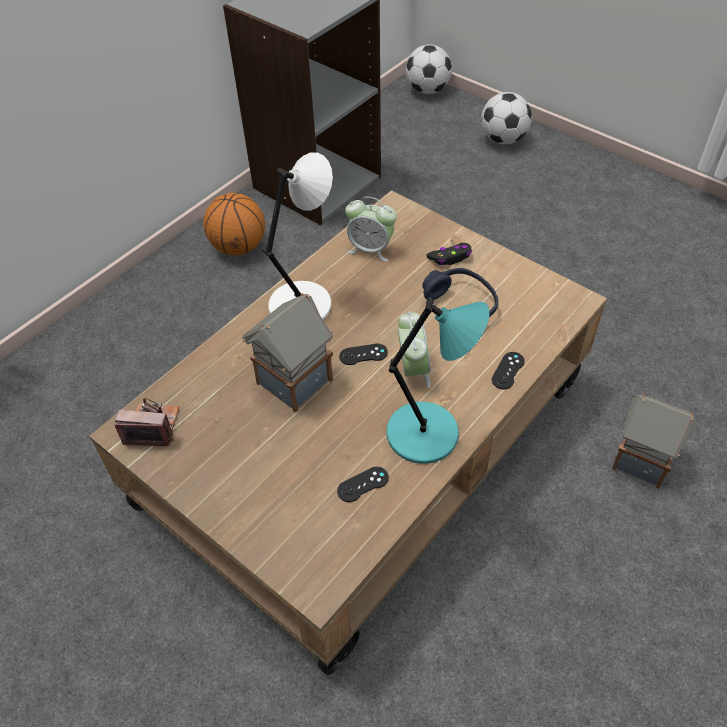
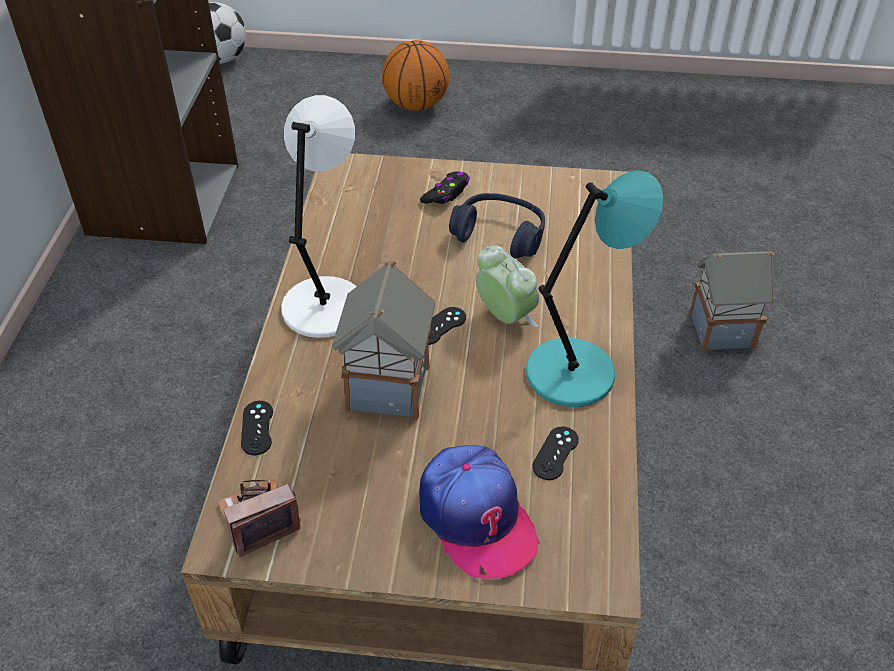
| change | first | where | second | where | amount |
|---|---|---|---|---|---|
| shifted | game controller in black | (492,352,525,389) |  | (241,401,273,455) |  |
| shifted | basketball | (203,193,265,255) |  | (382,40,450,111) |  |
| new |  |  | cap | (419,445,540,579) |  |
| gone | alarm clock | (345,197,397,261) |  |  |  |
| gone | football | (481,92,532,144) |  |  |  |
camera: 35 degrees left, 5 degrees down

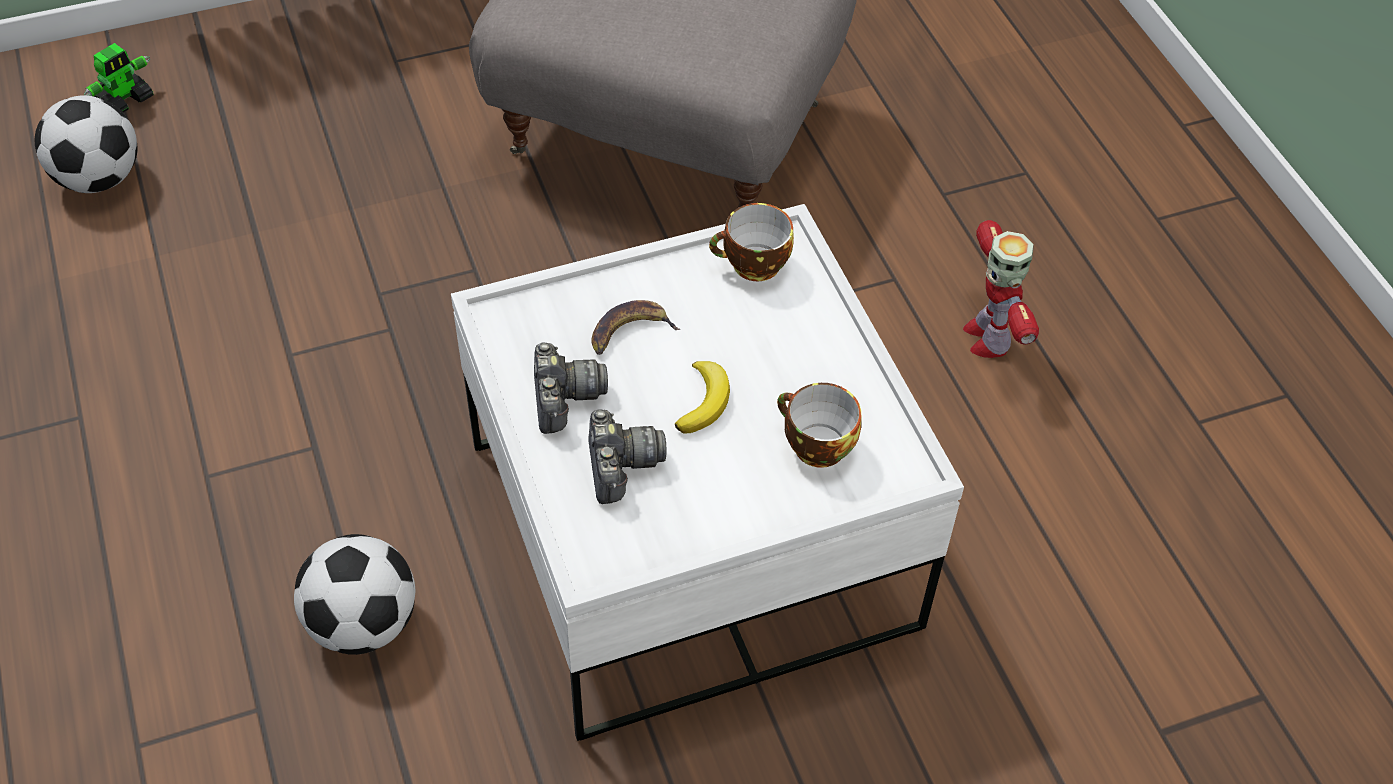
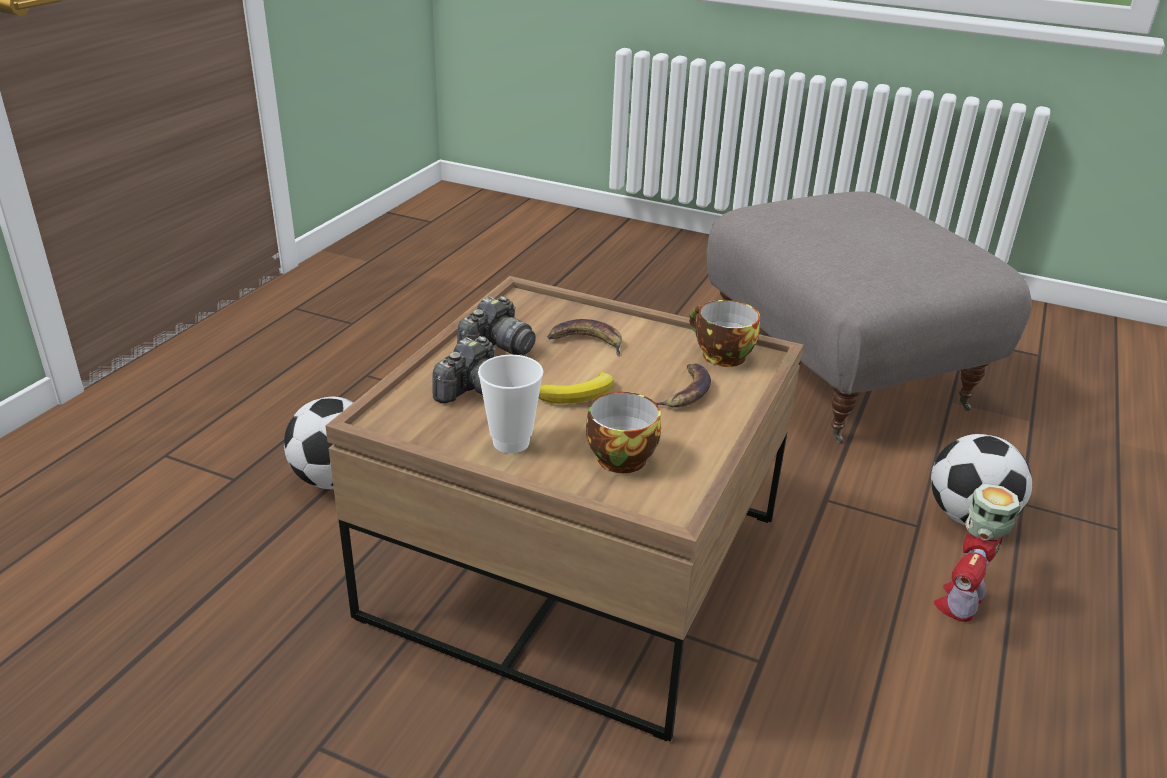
| change | first | where | second | where | amount |
|---|---|---|---|---|---|
| repainted | coffee table in white | (451,204,964,741) | coffee table in brown | (326,276,803,741) |  |
| new |  |  | cup | (478,354,544,453) |  |
| new |  |  | banana | (656,363,711,408) |  |
| shifted | football | (34,95,138,193) |  | (931,434,1032,525) |  |
| gone | toy robot | (84,43,154,113) |  |  |  |
camera: 45 degrees right, 20 degrees down

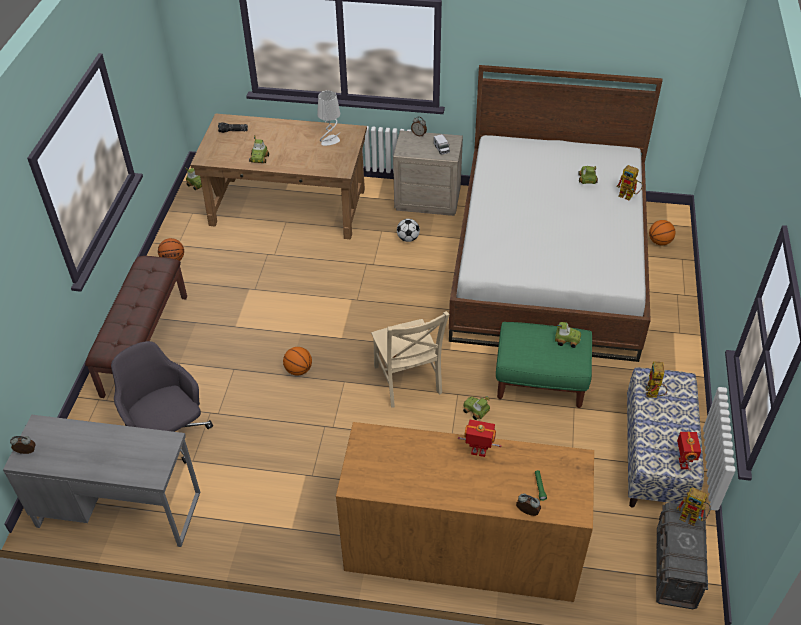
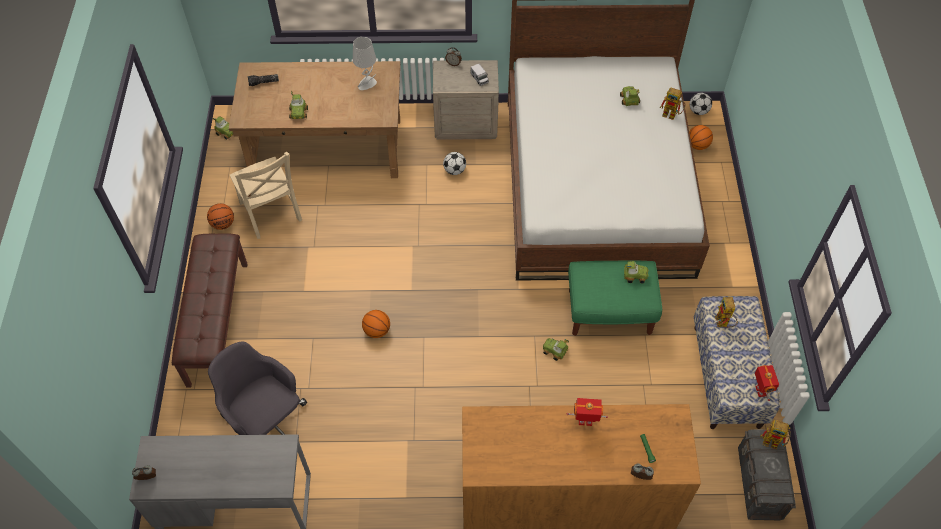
| change | first | where | second | where | amount |
|---|---|---|---|---|---|
| shifted | chair in beige | (371,311,449,408) |  | (230,152,302,239) |  |
| new |  |  | football | (690,93,712,115) |  |
camera: 10 degrees left, 10 degrees up

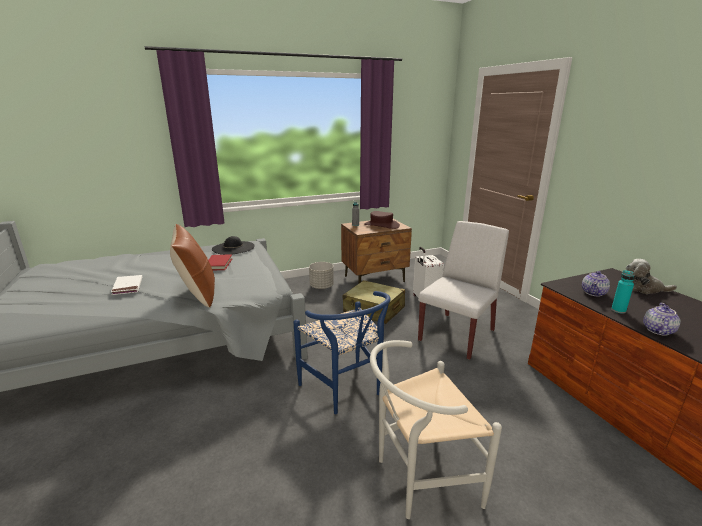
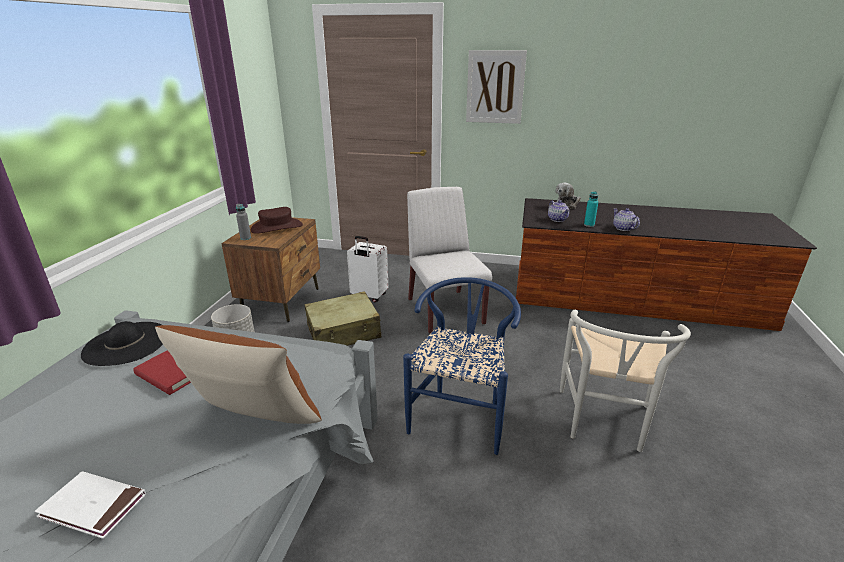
| change | first | where | second | where | amount |
|---|---|---|---|---|---|
| rotated | chair in blue | (293,291,391,414) |  | (403,277,521,455) | 75 degrees counterclockwise |
| new |  |  | picture | (466,50,527,124) |  |
camera: 55 degrees left, 5 degrees up

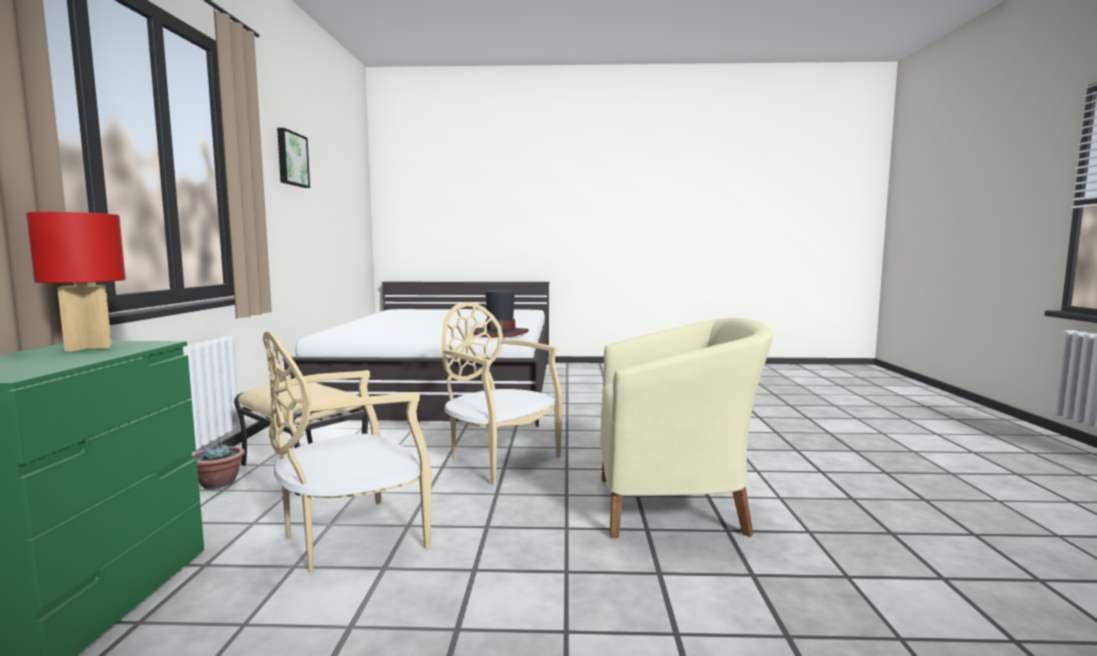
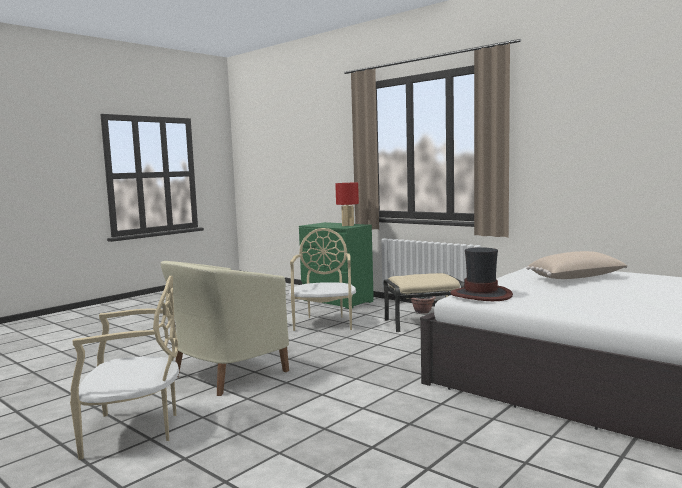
| change | first | where | second | where | amount |
|---|---|---|---|---|---|
| shifted | chair in beige | (442,302,563,485) |  | (70,276,179,460) |  |
| new |  |  | pillow in beige | (526,251,628,279) |  |
| gone | picture | (277,128,310,188) |  |  |  |
camera: 130 degrees right, 0 degrees up

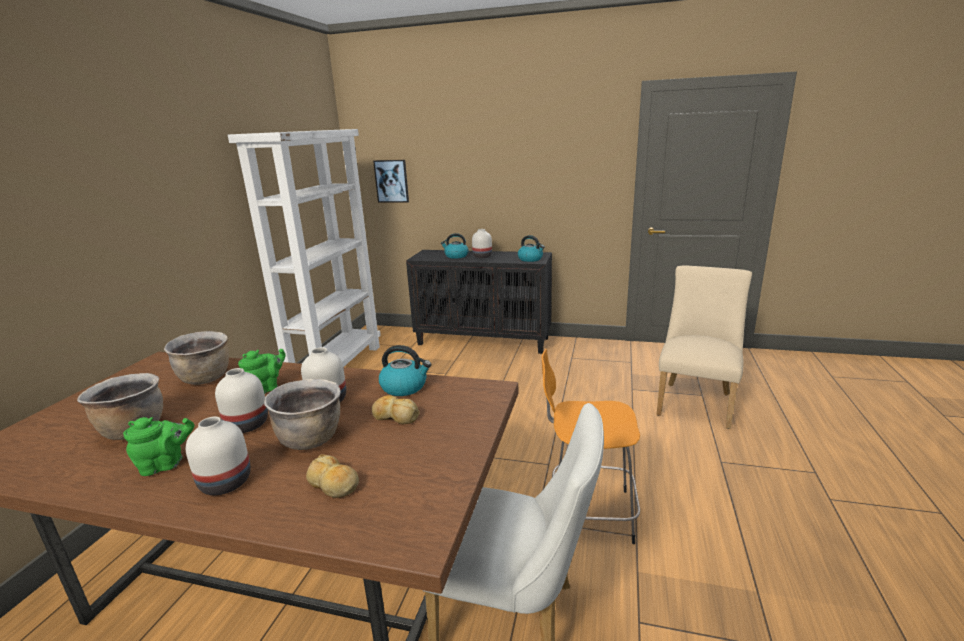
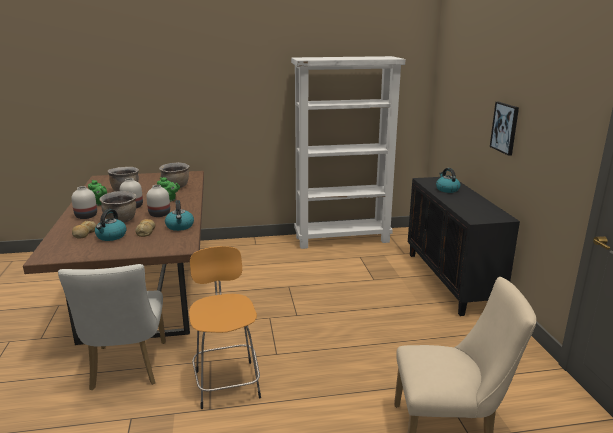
| change | first | where | second | where | amount |
|---|---|---|---|---|---|
| shifted | kettle | (518,235,545,262) |  | (95,209,127,241) |  |
| shifted | picture | (373,160,409,203) |  | (490,102,519,156) |  |
| gone | vase in white | (472,229,492,258) |  |  |  |
camera: 65 degrees right, 0 degrees up

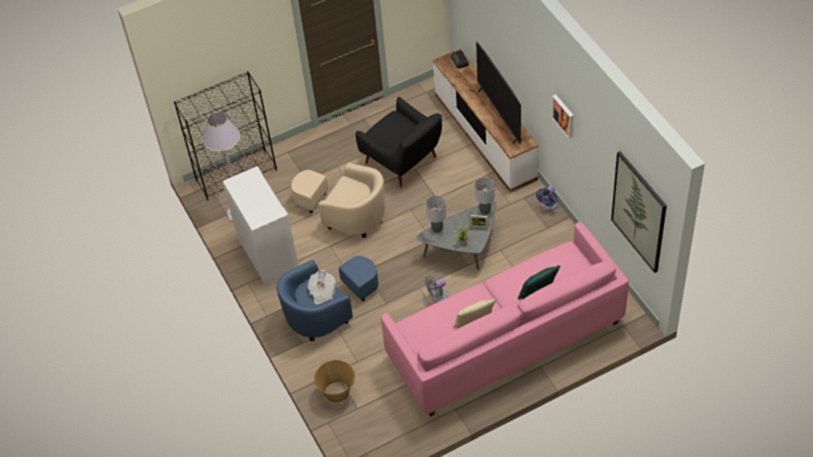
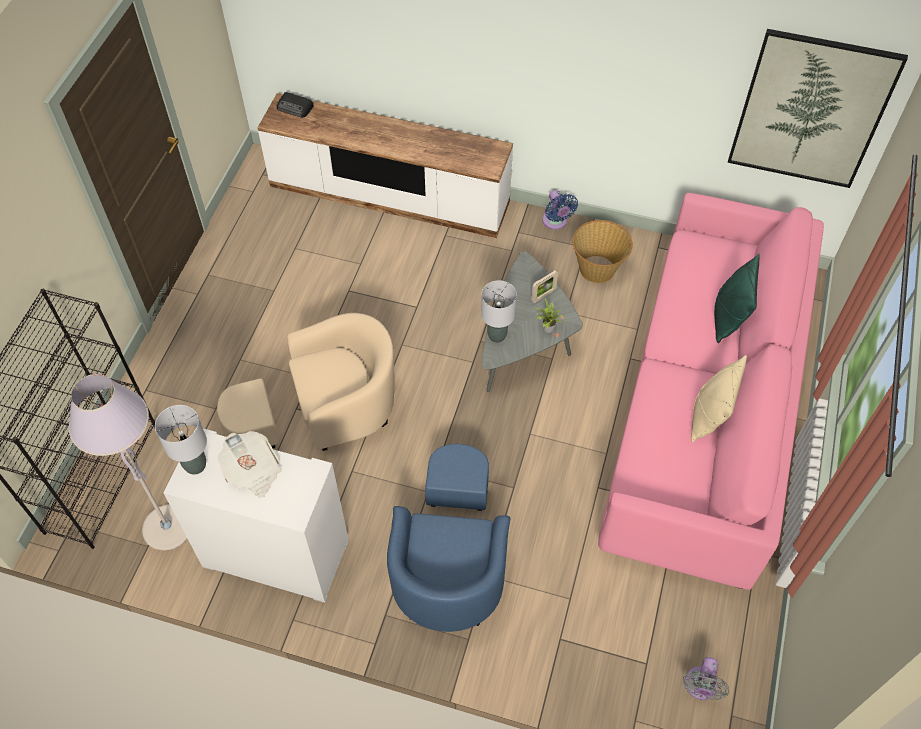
| change | first | where | second | where | amount |
|---|---|---|---|---|---|
| shifted | table lamp in grey | (475,177,495,214) |  | (155,405,207,475) |  |
| shifted | newspaper | (307,270,336,304) |  | (217,431,282,498) |  |
| shifted | basket | (314,360,355,403) |  | (573,220,633,283) |  |
| shifted | fan in grey | (425,276,448,303) |  | (683,657,729,700) |  |
| gone | armchair in black | (356,97,442,187) |  |  |  |
| gone | television | (476,42,523,144) |  |  |  |
| gone | picture | (552,94,574,139) |  |  |  |
camera: 50 degrees left, 5 degrees up

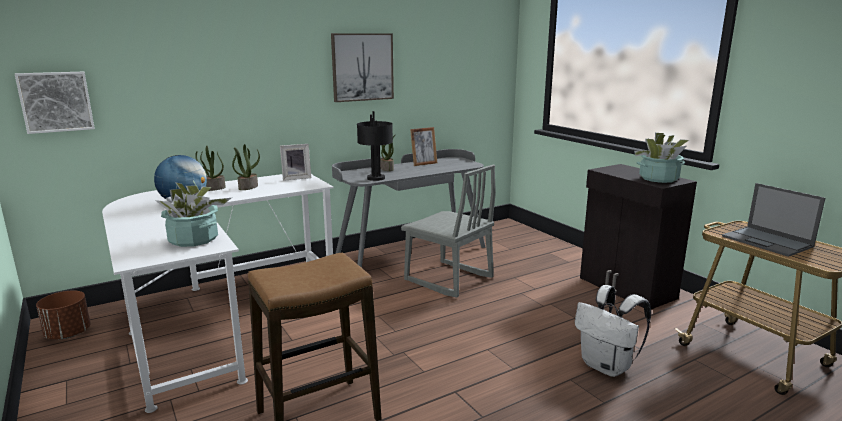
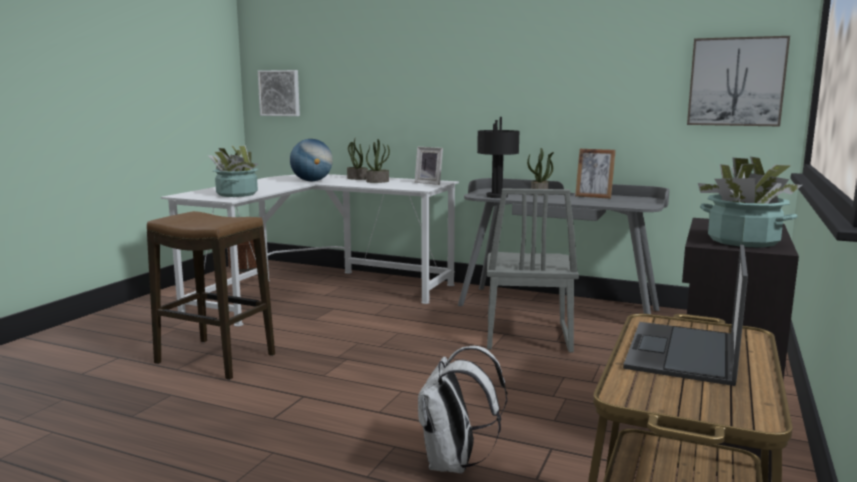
| change | first | where | second | where | amount |
|---|---|---|---|---|---|
| shifted | picture | (331,33,394,102) |  | (687,36,790,126) |  |
camera: 55 degrees right, 5 degrees down

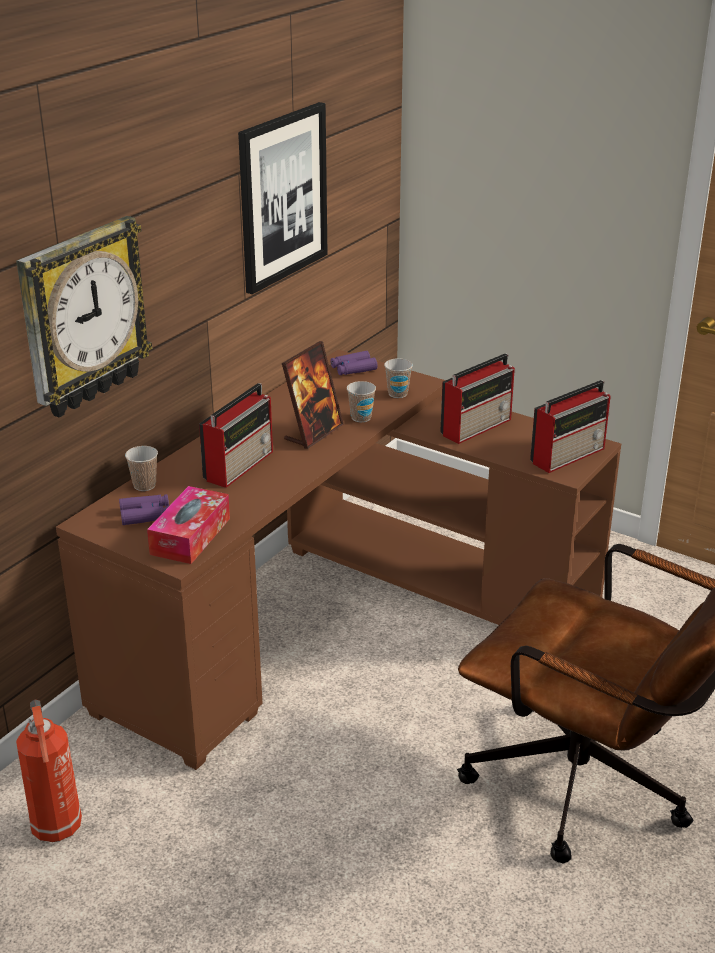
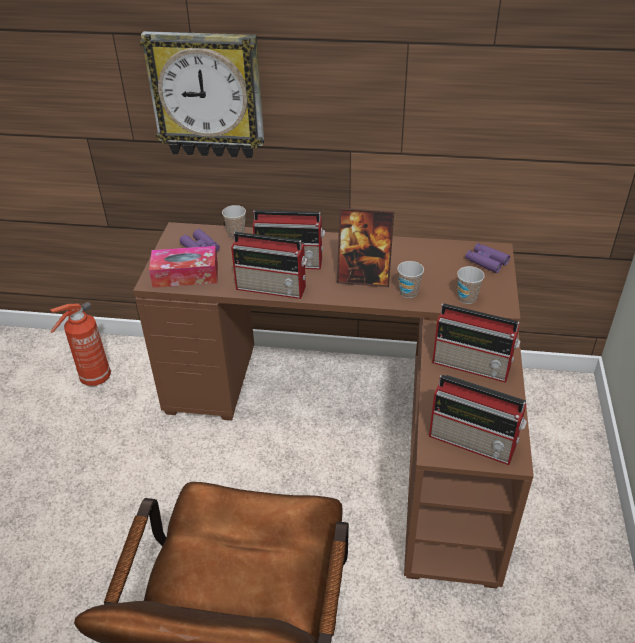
| change | first | where | second | where | amount |
|---|---|---|---|---|---|
| new |  |  | radio | (231,232,308,299) |  |
| gone | picture | (238,102,328,294) |  |  |  |
camera: 65 degrees right, 10 degrees up

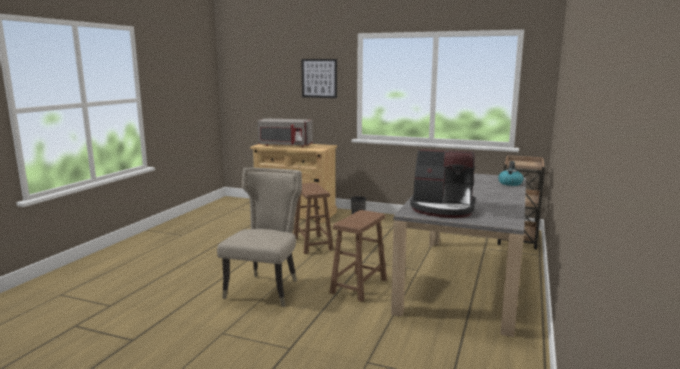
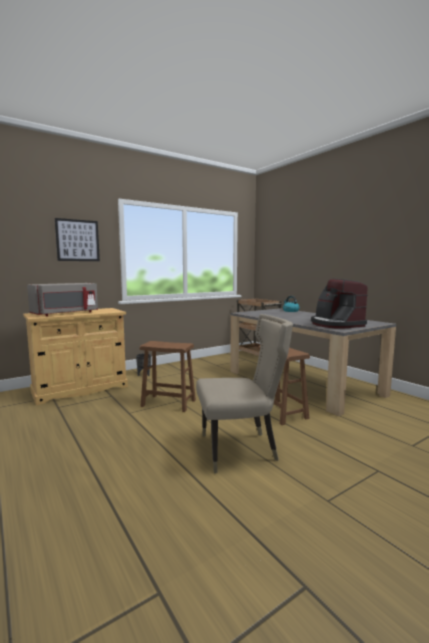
| change | first | where | second | where | amount |
|---|---|---|---|---|---|
| rotated | chair in beige | (217,168,302,307) |  | (196,314,293,474) | 120 degrees clockwise |
| rotated | coffee machine | (410,149,475,218) |  | (311,279,368,328) | 105 degrees clockwise |
camera: 55 degrees left, 5 degrees down

